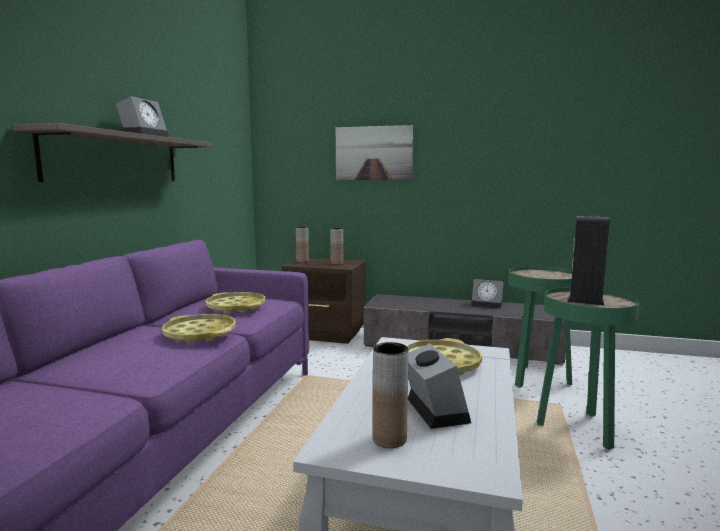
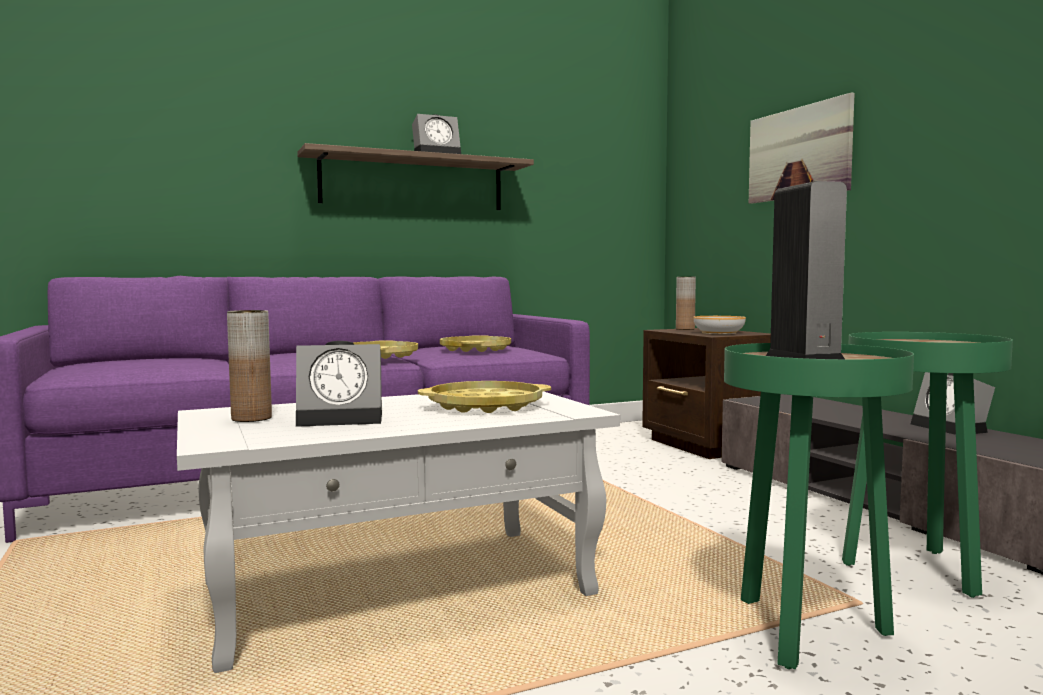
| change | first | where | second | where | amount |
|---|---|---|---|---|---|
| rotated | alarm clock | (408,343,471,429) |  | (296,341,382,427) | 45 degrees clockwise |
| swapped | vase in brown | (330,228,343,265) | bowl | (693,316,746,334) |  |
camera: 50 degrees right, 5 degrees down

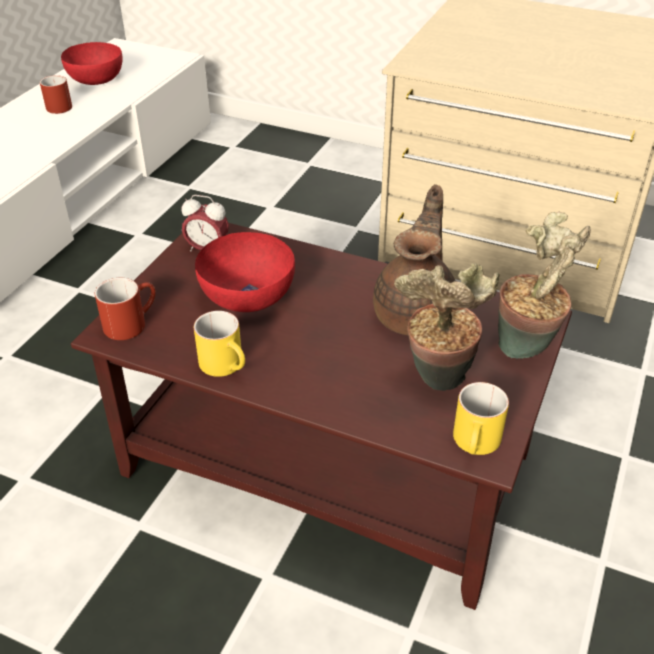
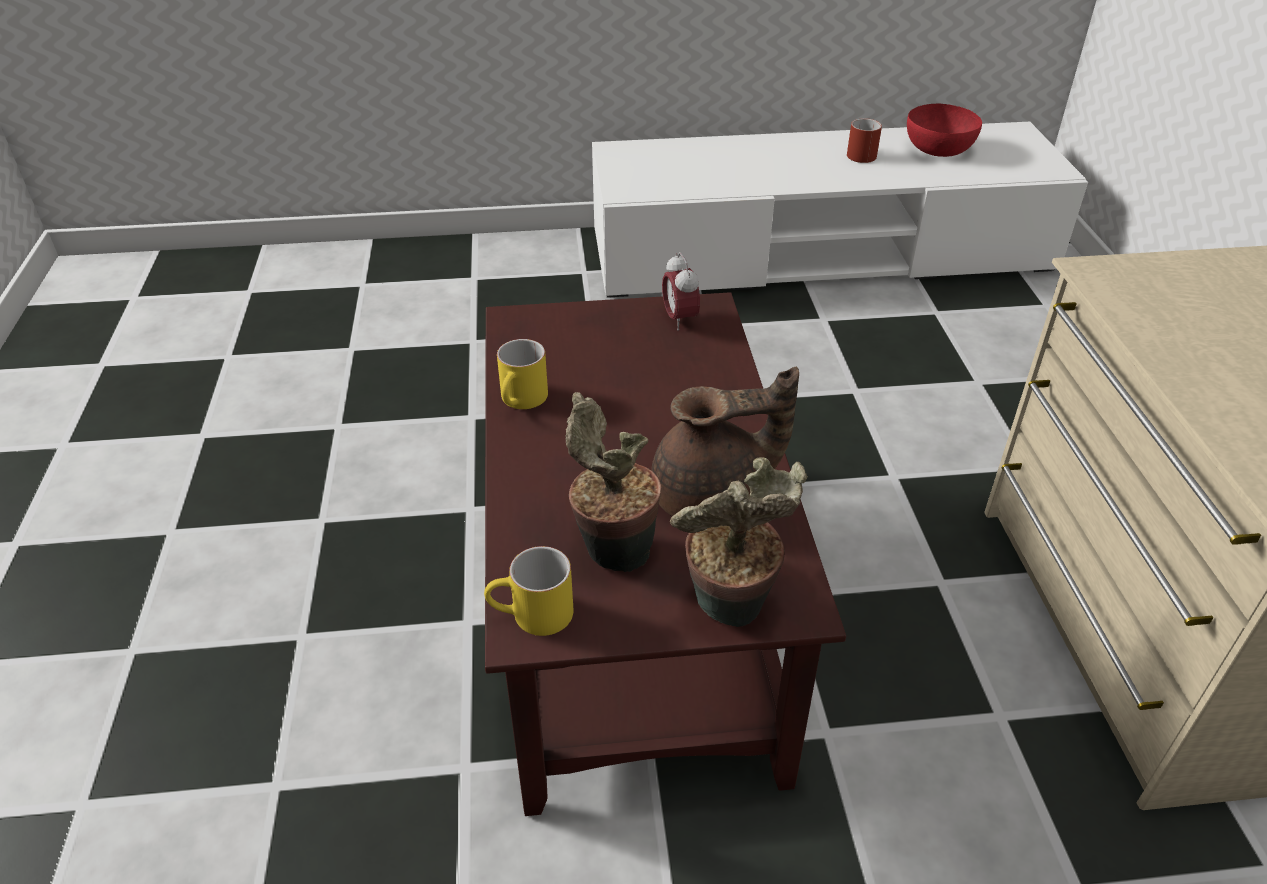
| change | first | where | second | where | amount |
|---|---|---|---|---|---|
| gone | mug in red | (95,278,156,340) |  |  |  |
| gone | bowl in red | (195,232,295,312) |  |  |  |
camera: 60 degrees right, 0 degrees up

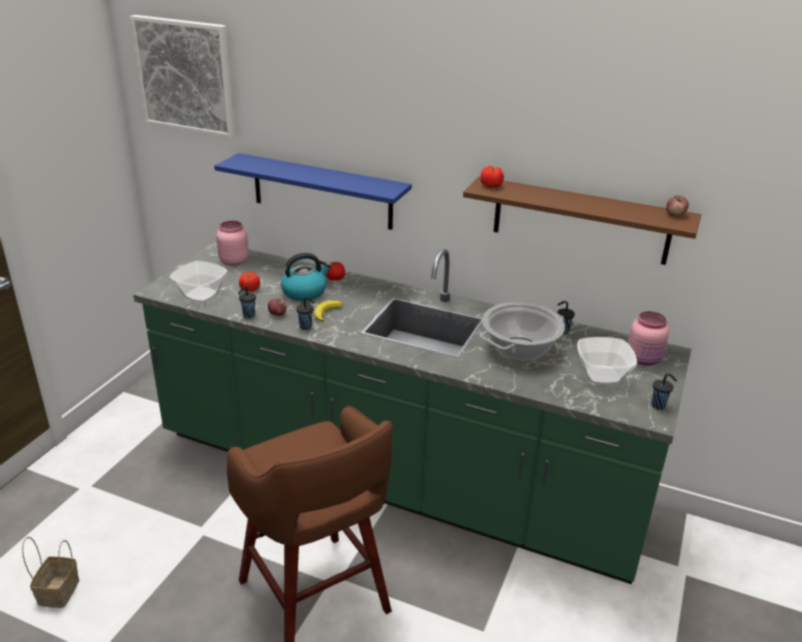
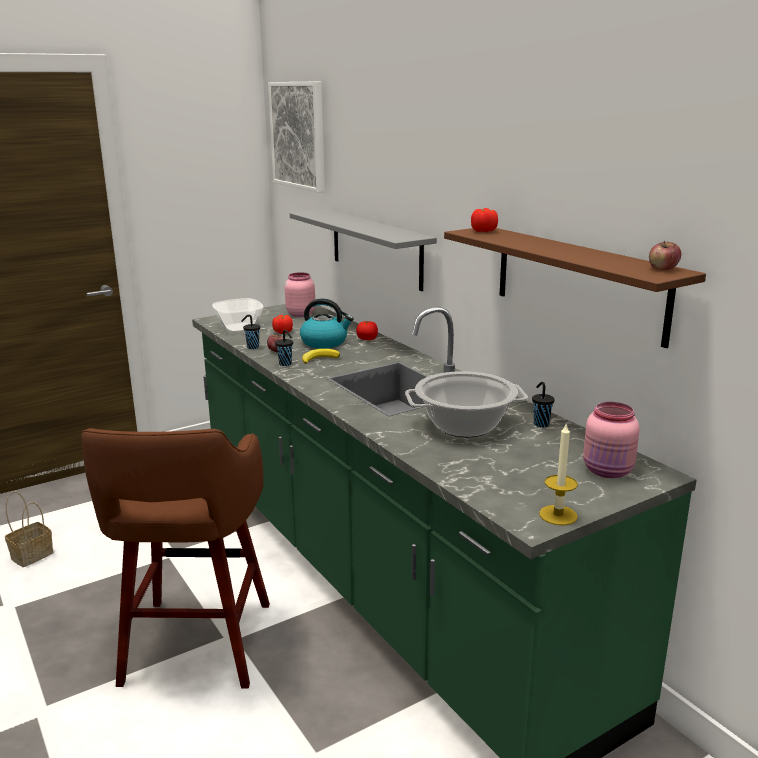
| change | first | where | second | where | amount |
|---|---|---|---|---|---|
| repainted | shelf in blue | (214,153,412,230) | shelf in grey | (290,209,437,291) |  |
| swapped | cup in black | (651,373,677,410) | candle | (539,422,578,525) |  |
| gone | bowl | (577,337,637,385) |  |  |  |
camera: 35 degrees right, 10 degrees down

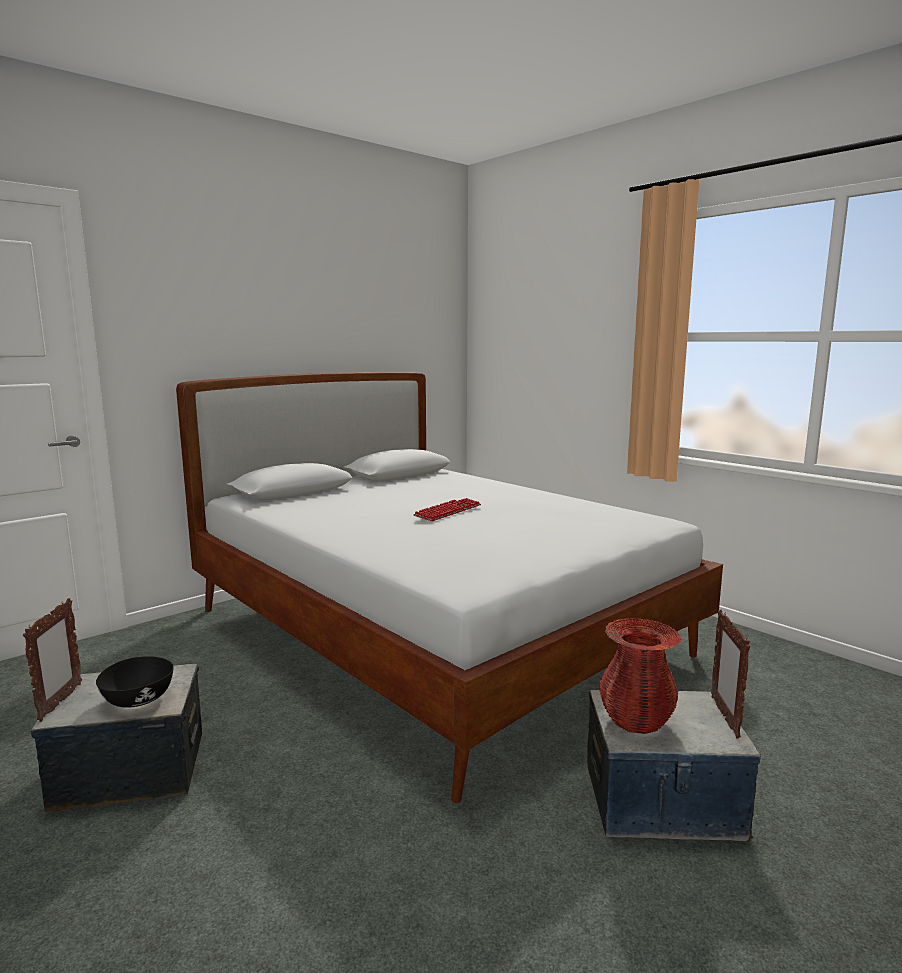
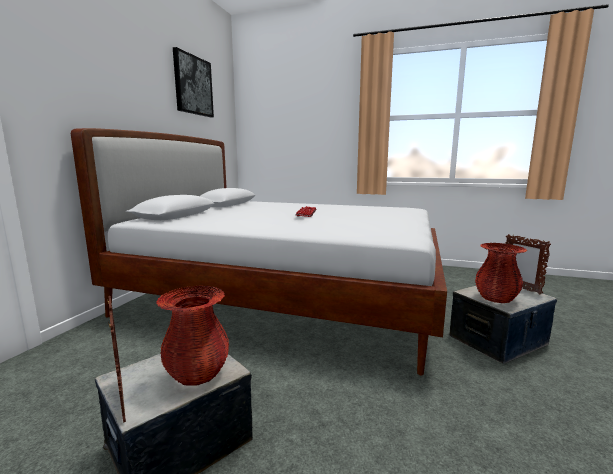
| change | first | where | second | where | amount |
|---|---|---|---|---|---|
| swapped | bowl in black | (96,656,174,708) | vase in red | (156,286,229,386) |  |
| new |  |  | picture | (173,47,214,117) |  |
camera: 30 degrees left, 0 degrees up

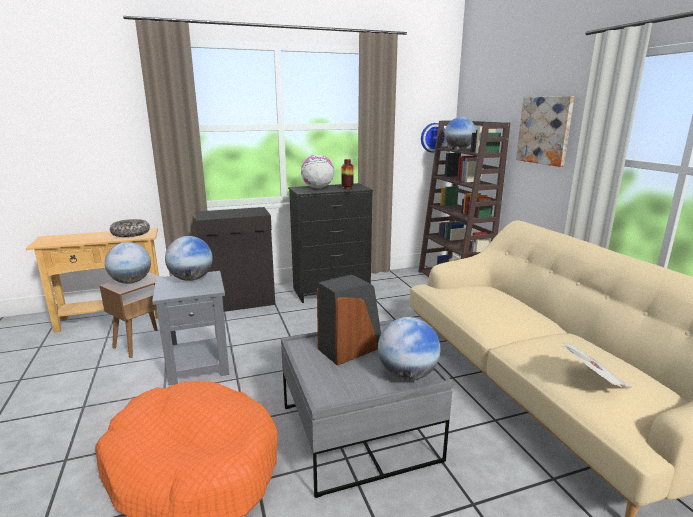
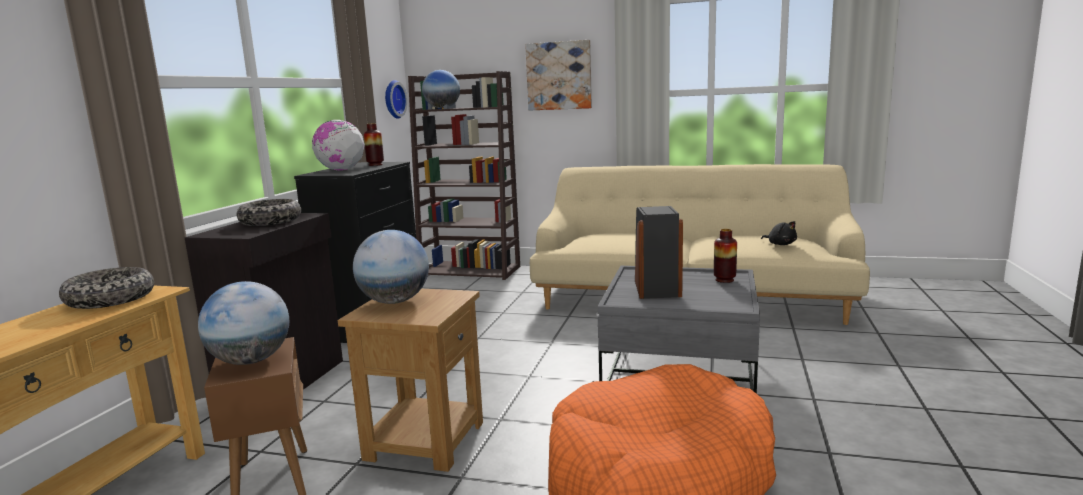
| change | first | where | second | where | amount |
|---|---|---|---|---|---|
| new |  |  | bowl | (237,199,301,226) |  |
| repainted | side table in grey | (152,271,229,385) | side table in brown | (338,289,483,472) |  |
| swapped | globe | (378,317,440,380) | vase | (714,229,737,283) |  |
| swapped | newspaper | (563,343,633,388) | plush toy in black | (761,221,797,245) |  |
camera: 55 degrees left, 5 degrees down

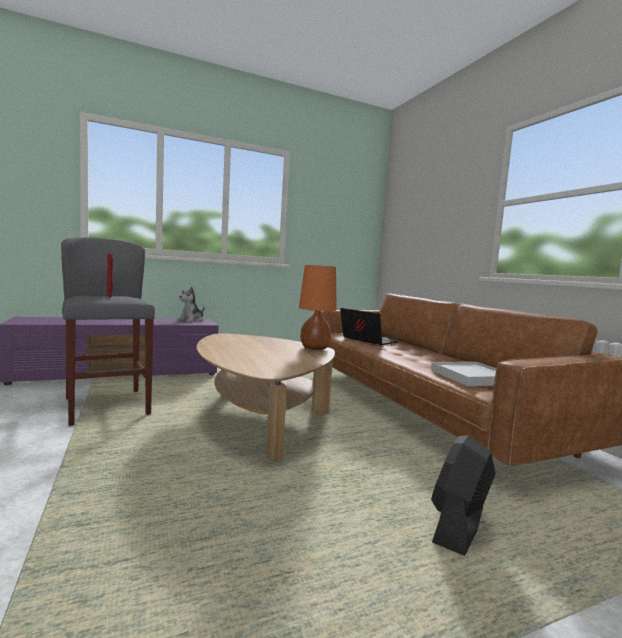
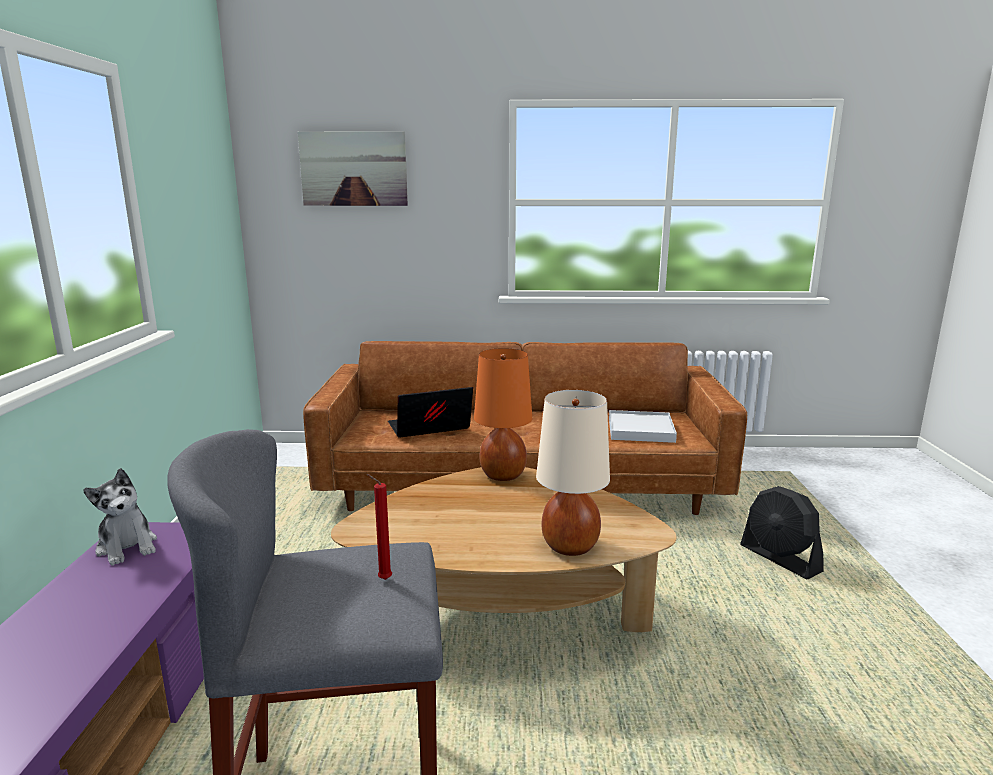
| change | first | where | second | where | amount |
|---|---|---|---|---|---|
| new |  |  | picture | (298,131,408,206) |  |
| new |  |  | table lamp in beige | (536,390,610,556) |  |
camera: 65 degrees left, 10 degrees up

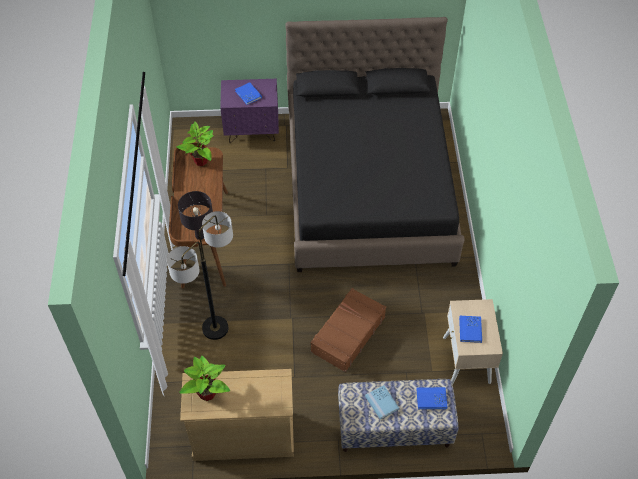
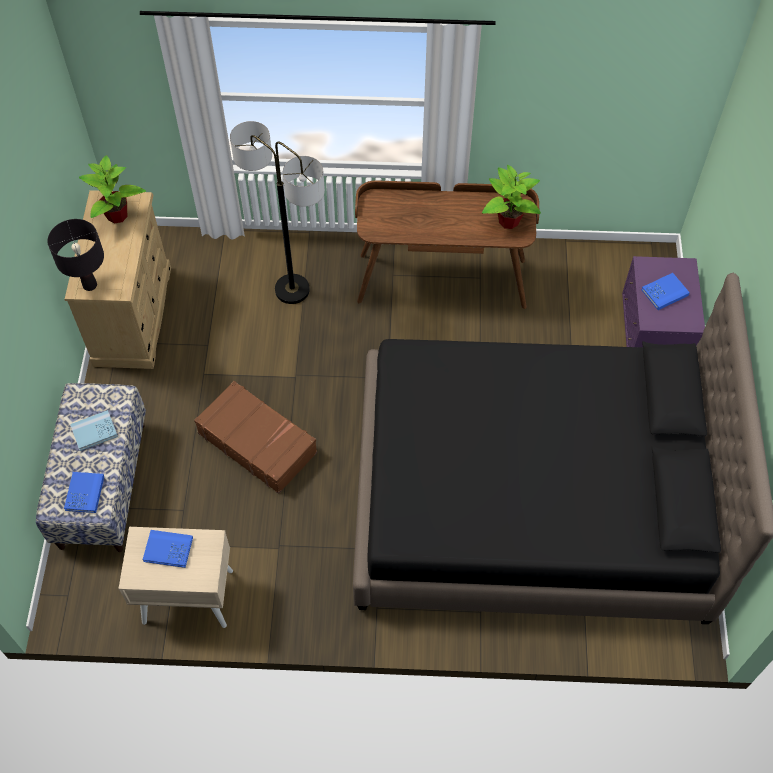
| change | first | where | second | where | amount |
|---|---|---|---|---|---|
| shifted | table lamp in black | (178,191,213,240) |  | (47,219,104,291) |  |
camera: 95 degrees right, 5 degrees up

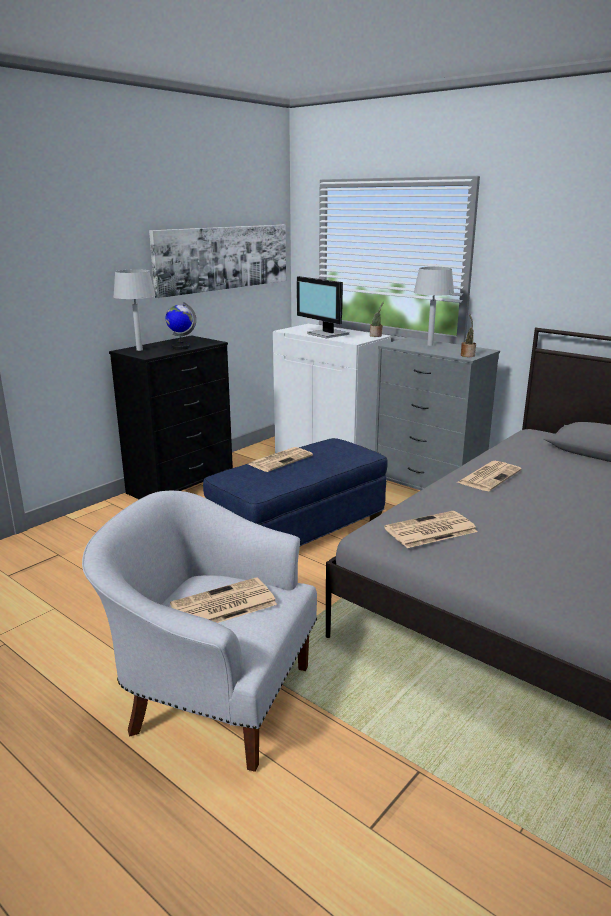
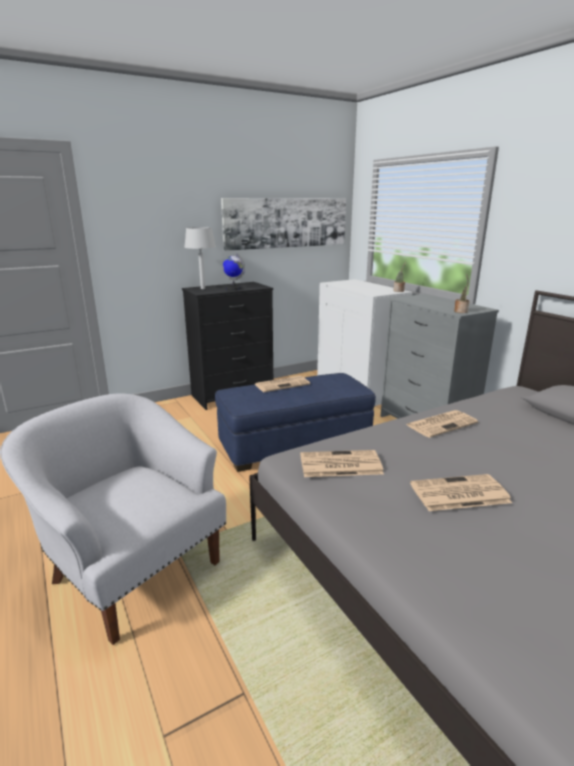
| change | first | where | second | where | amount |
|---|---|---|---|---|---|
| shifted | newspaper | (170,577,277,623) |  | (410,474,512,511) |  |
| gone | monitor | (297,276,349,338) |  |  |  |
| gone | table lamp in grey | (414,267,454,346) |  |  |  |
camera: 20 degrees right, 0 degrees up

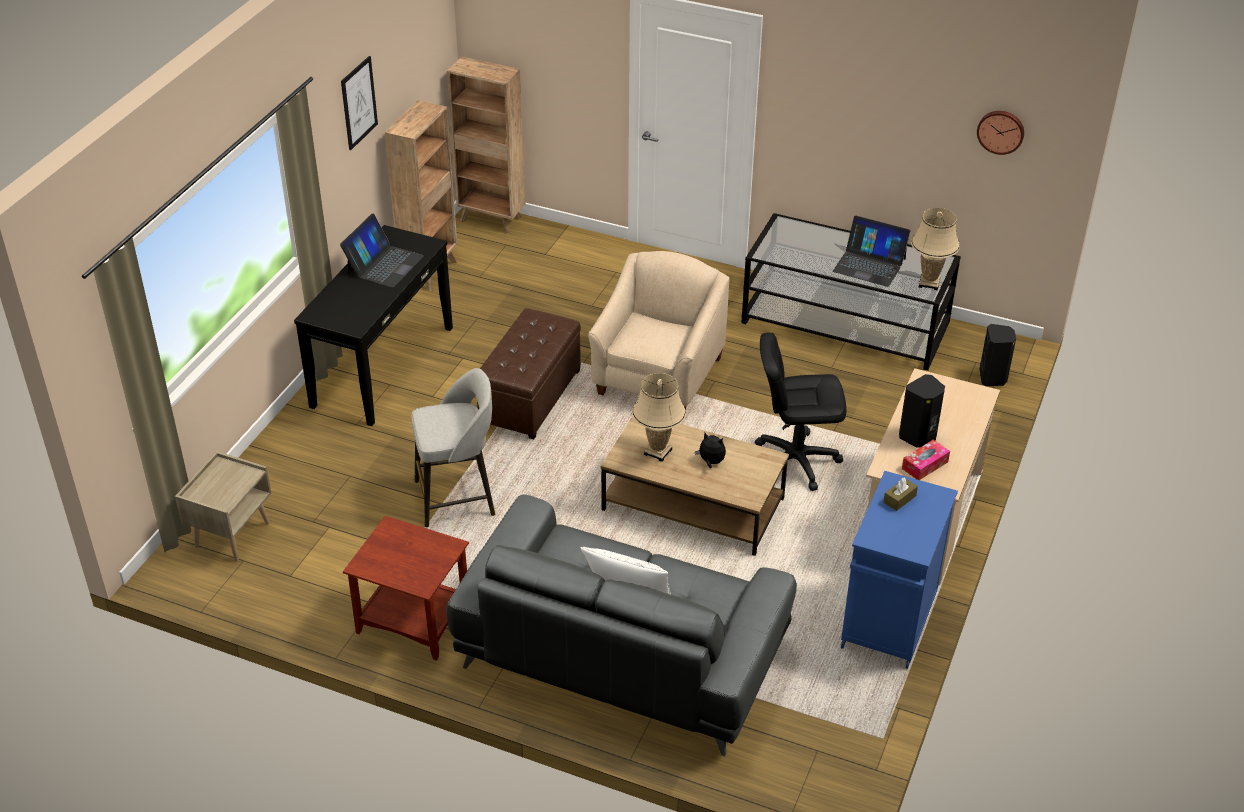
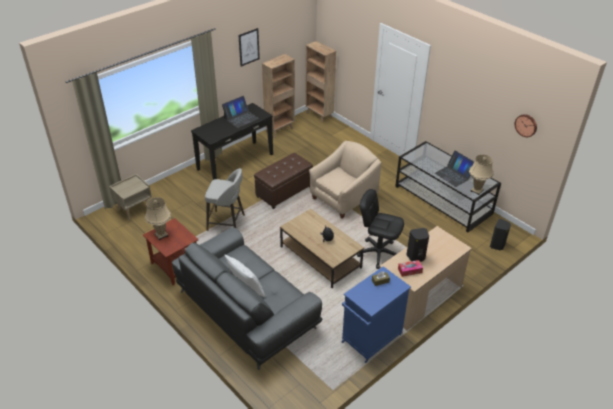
| change | first | where | second | where | amount |
|---|---|---|---|---|---|
| shifted | table lamp in beige | (632,373,686,462) |  | (145,197,171,240) |  |
camera: 25 degrees right, 0 degrees up

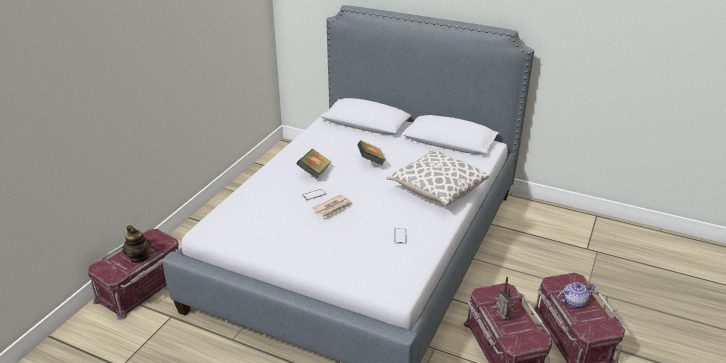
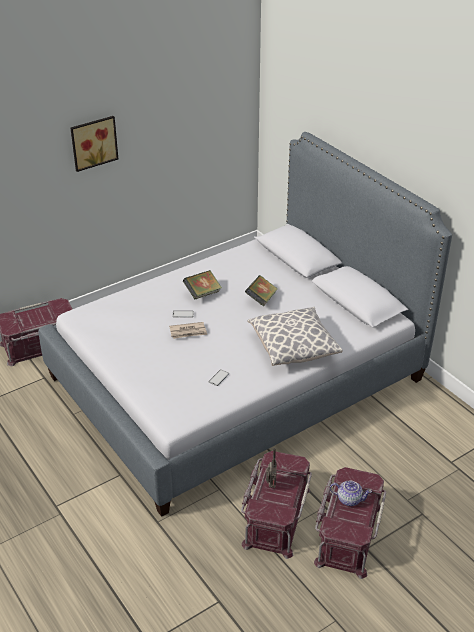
| change | first | where | second | where | amount |
|---|---|---|---|---|---|
| new |  |  | picture | (71,116,118,172) |  |
| gone | teapot | (122,225,151,263) |  |  |  |
camera: 30 degrees right, 5 degrees up

